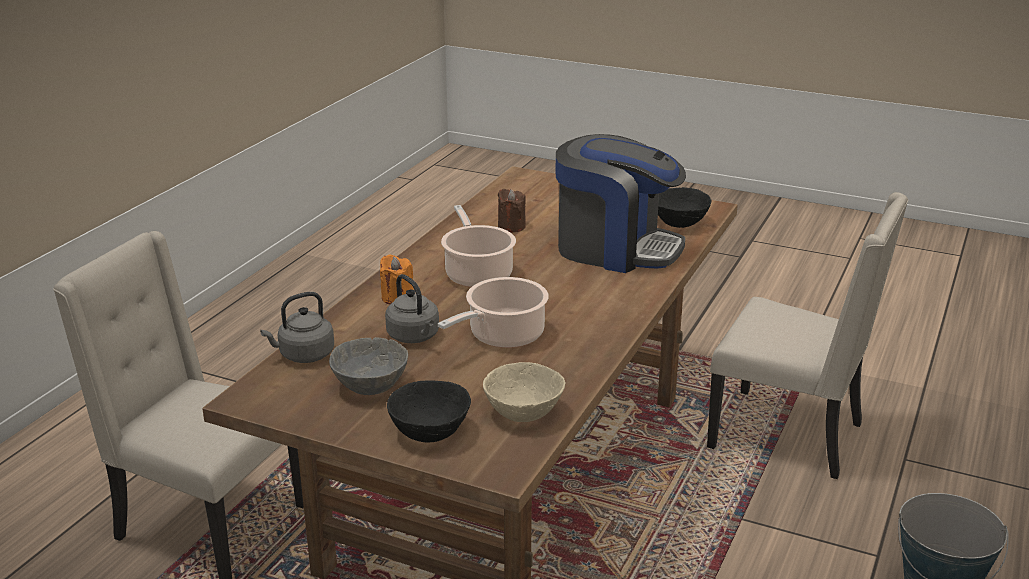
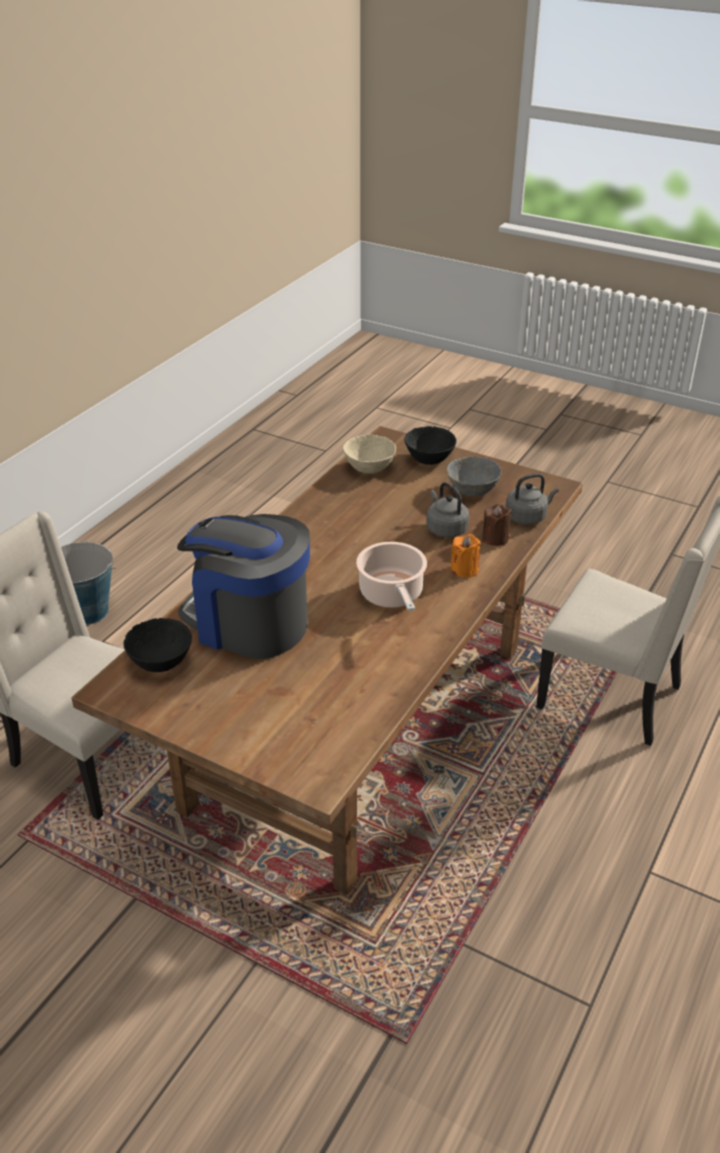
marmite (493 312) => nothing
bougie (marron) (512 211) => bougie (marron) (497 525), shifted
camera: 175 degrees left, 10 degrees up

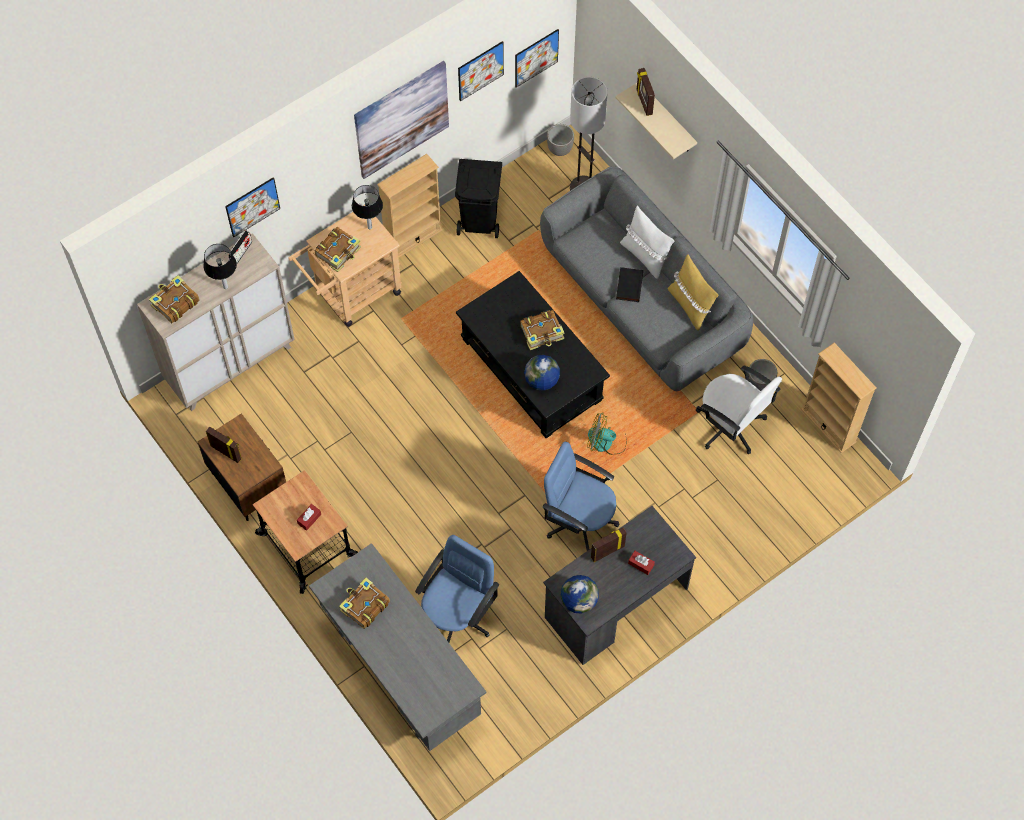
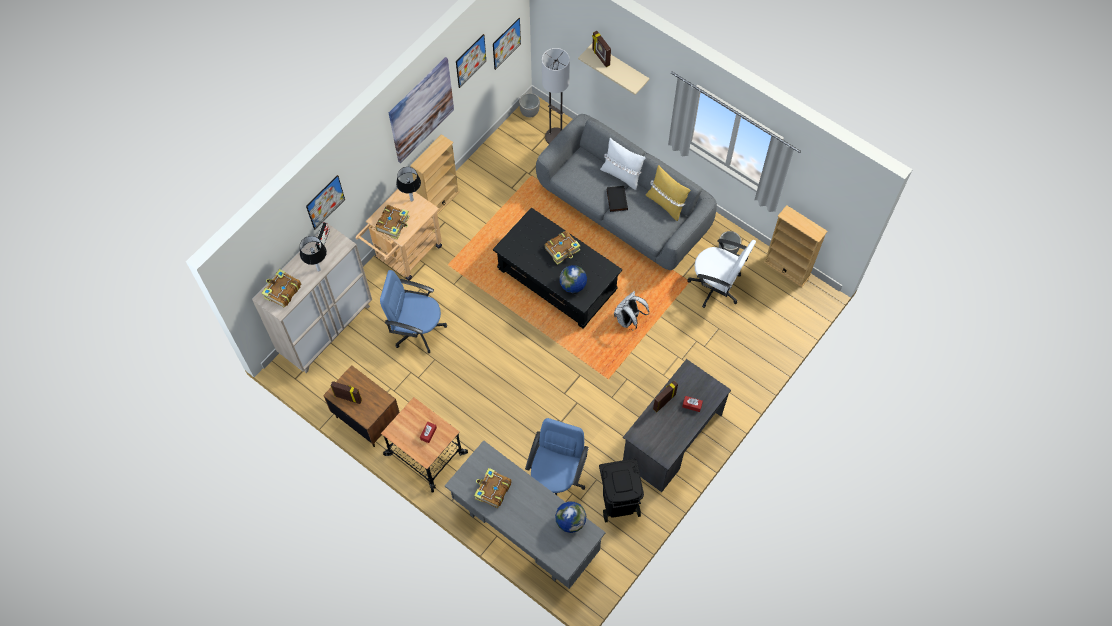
poubelle (noir) (478 198) => poubelle (noir) (621 491), shifted
chaise de bureau (bleu) (581 496) => chaise de bureau (bleu) (413 311), shifted
globe (580 594) => globe (570 517), shifted
ventilateur (606 434) => sac à dos (blanc) (631 310)
camera: 15 degrees left, 0 degrees up

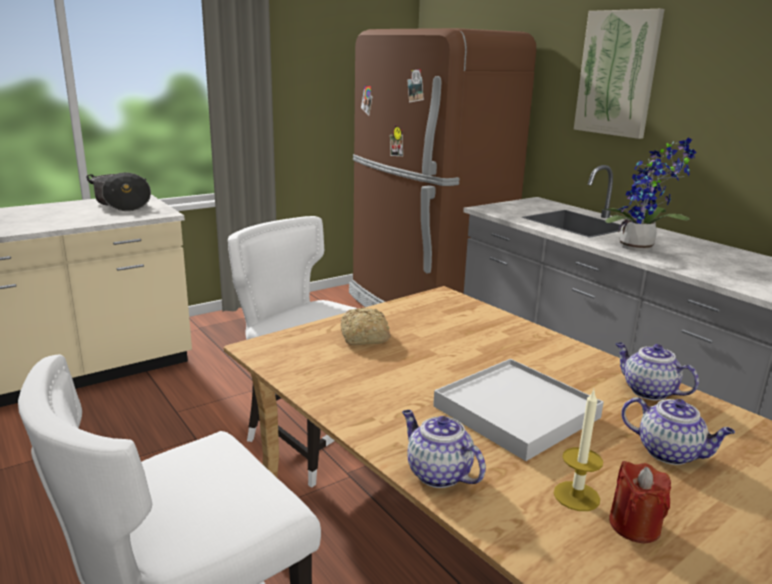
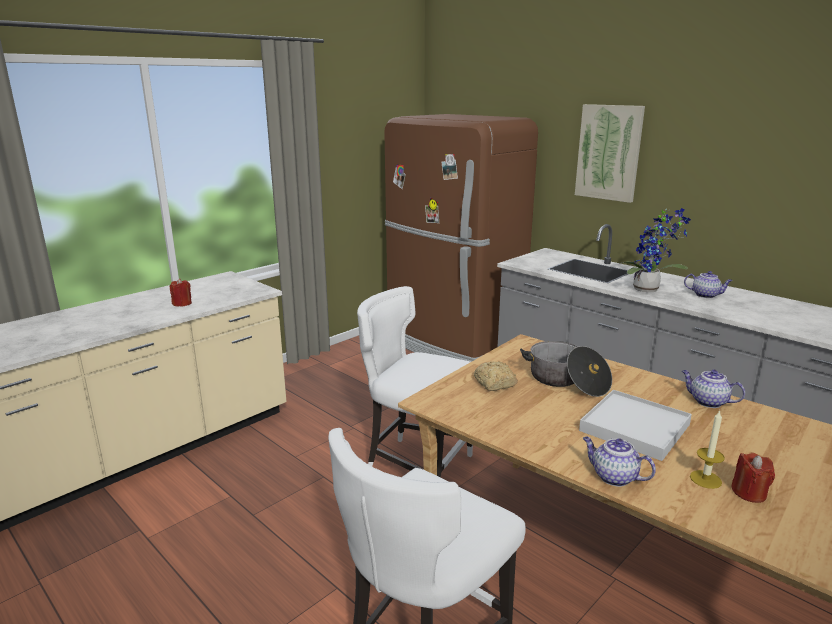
nothing => bougie (rouge) (181 293)
marmite (118 191) => marmite (566 369), shifted
théière (678 431) => théière (708 284), shifted
camera: 10 degrees left, 0 degrees up

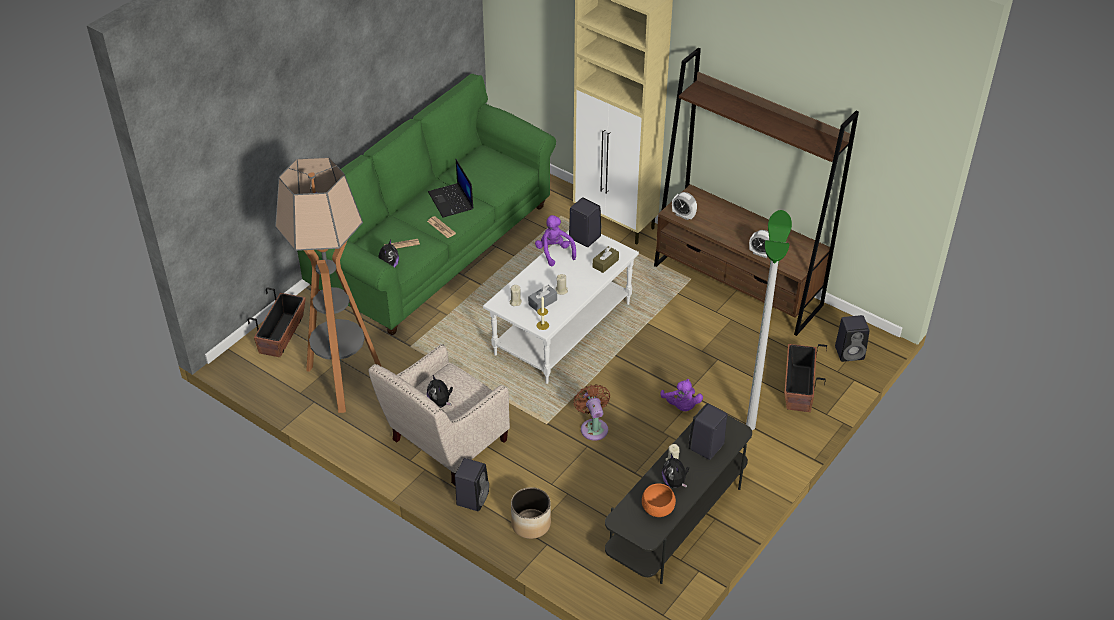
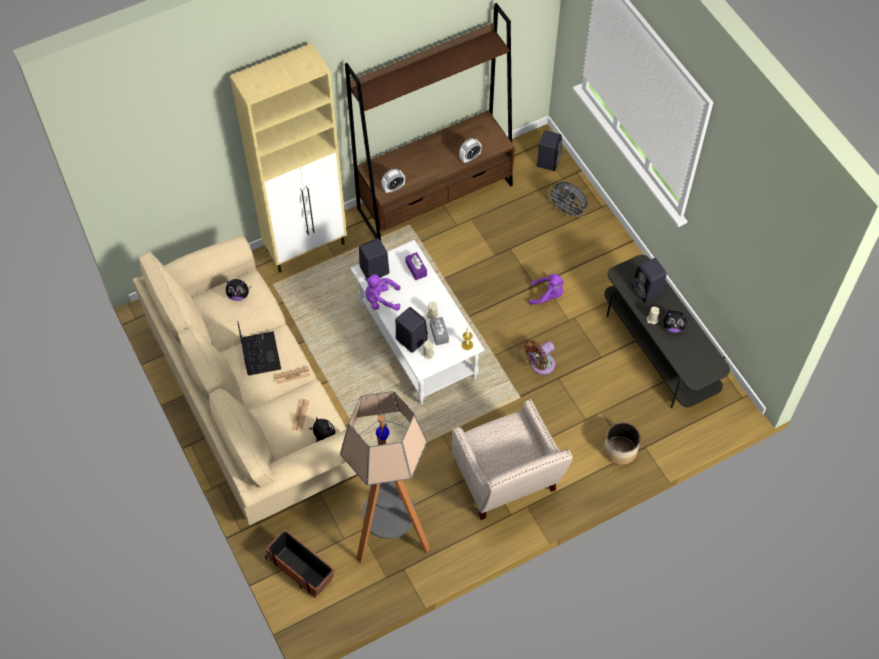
bol (orange) (659 500) => nothing
lampadaire (769 320) => nothing
peluche (440 391) => peluche (238 290), shifted
enceinte (noir) (472 484) => enceinte (noir) (411 330), shifted
cache-pot (805 378) => ventilateur (gris) (568 199)
canapé (vert) (426 204) => canapé (beige) (244 380)
boîte à mouchoirs (marron) (606 259) => boîte à mouchoirs (violet) (416 266)
ordinateur portable (450 188) => ordinateur portable (259 348), 105 degrees counterclockwise
ventilateur (marron) (591 412) => ventilateur (marron) (539 357), 45 degrees counterclockwise
camera: 65 degrees left, 15 degrees up

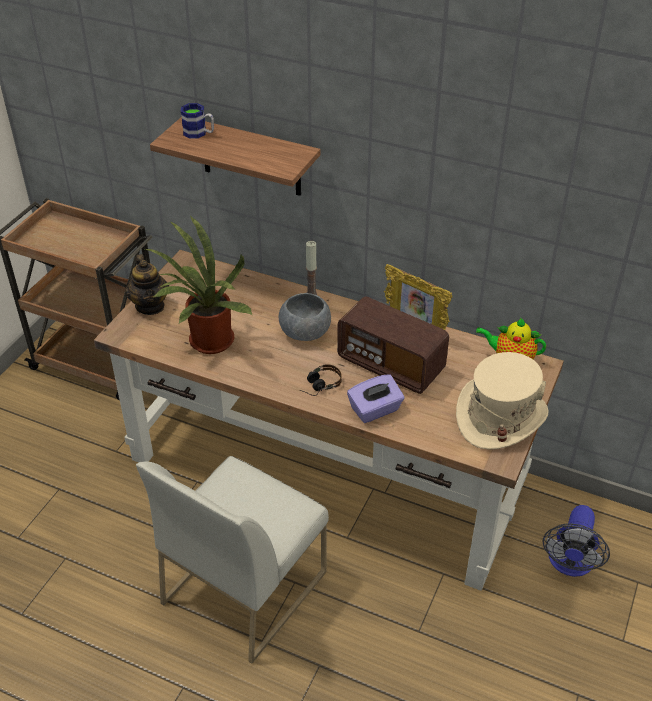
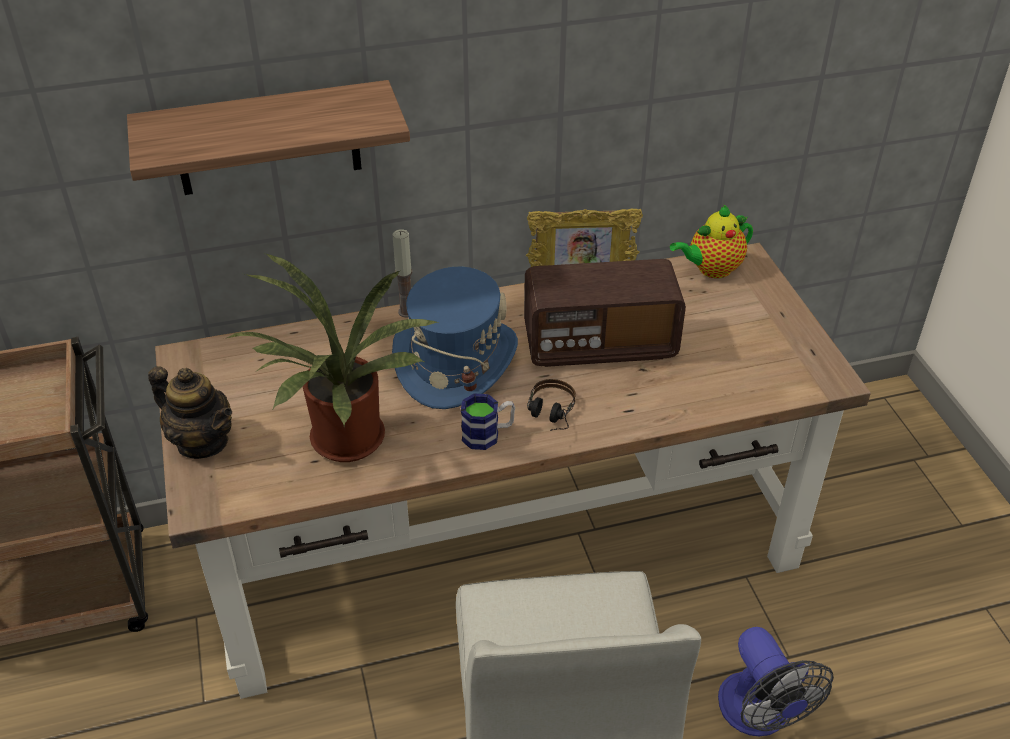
boîte à mouchoirs (violet) (376 398) => nothing
chapeau (beige) (502 401) => nothing
mug (197 120) => mug (488 421), shifted
ventilateur (576 541) => ventilateur (776 681), shifted
bol (gris) (305 317) => chapeau (bleu) (455 338)
camera: 40 degrees left, 0 degrees up

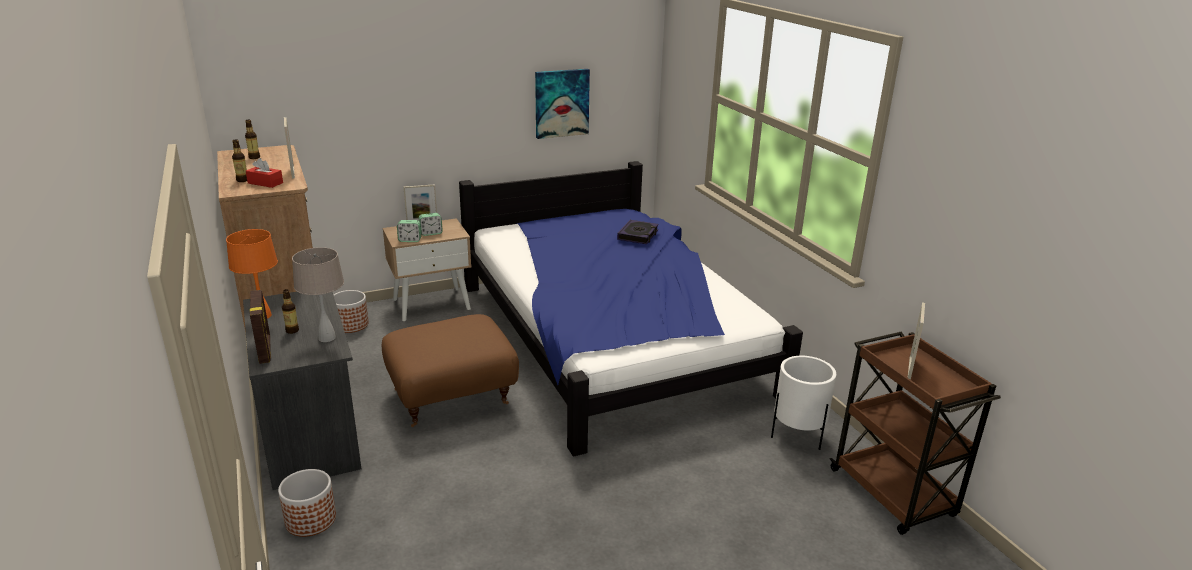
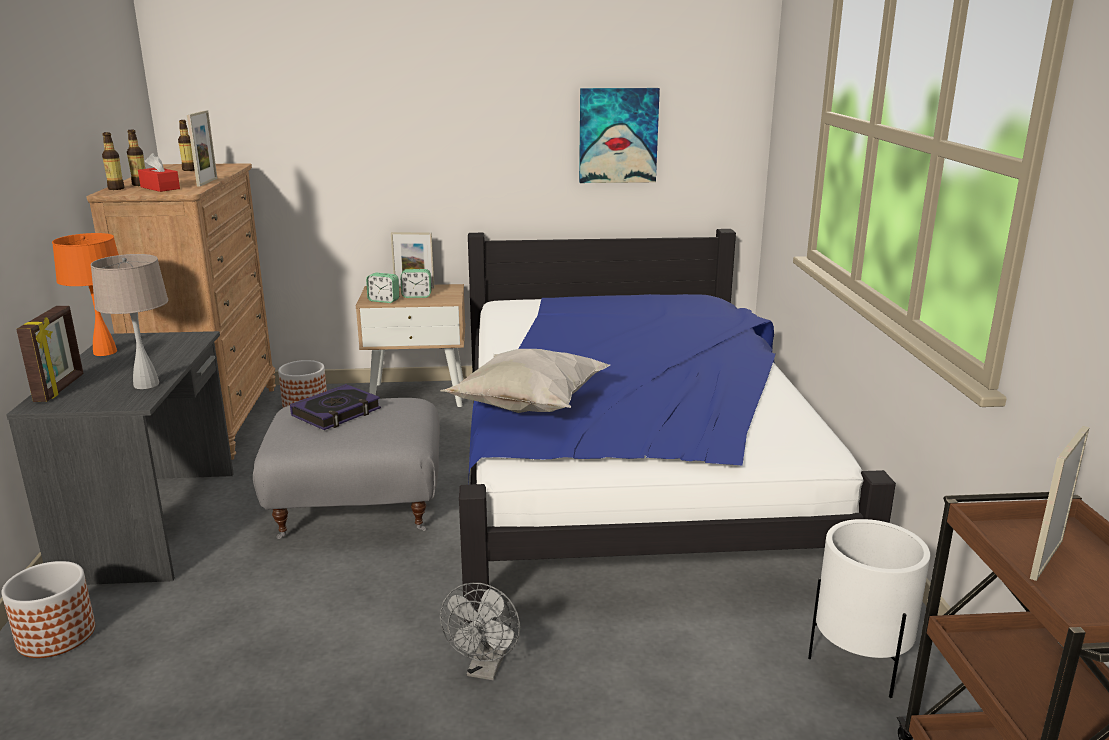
nothing => coussin (blanc) (525 381)
nothing => ventilateur (gris) (480 631)
bouteille (290 311) => bouteille (113 161), shifted
livre (638 232) => livre (335 407), shifted
pouf (marron) (450 370) => pouf (gris) (346 468)
camera: 20 degrees right, 5 degrees down

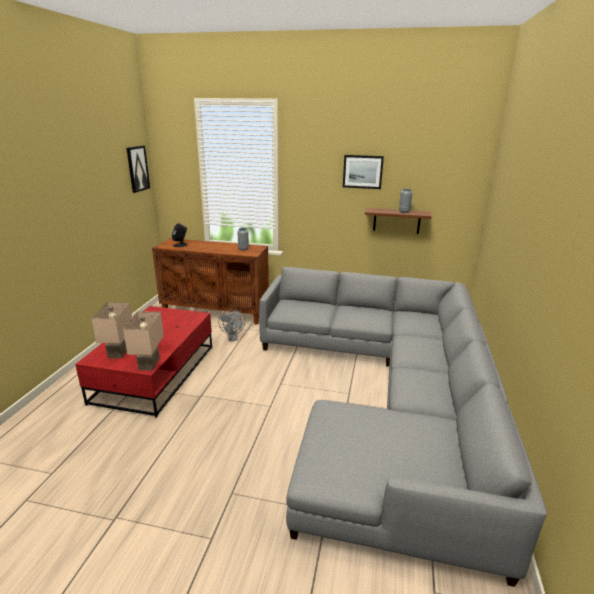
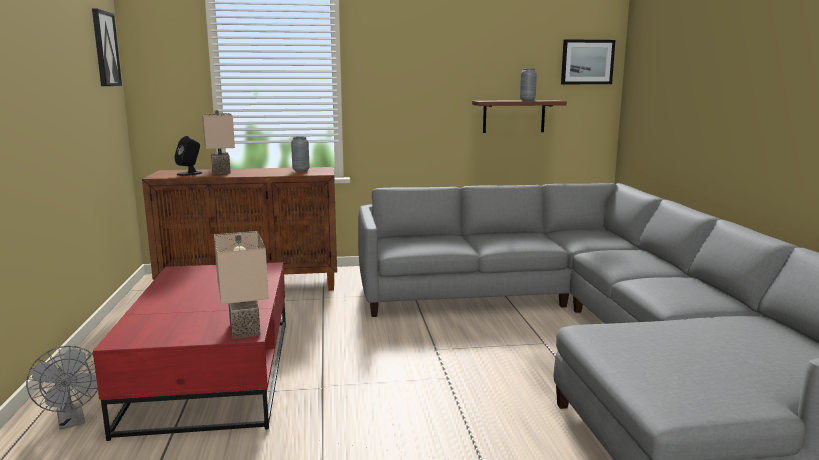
lampe de table (beige) (111 330) => lampe de table (beige) (218 142), shifted
ventilateur (gris) (232 325) => ventilateur (gris) (62 388), shifted
tableau (363 172) => tableau (588 61), shifted
camera: 20 degrees left, 10 degrees down

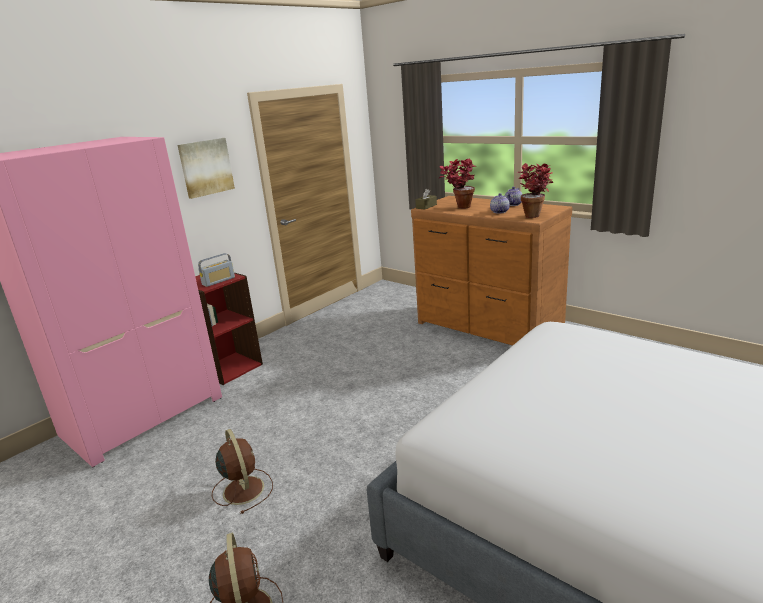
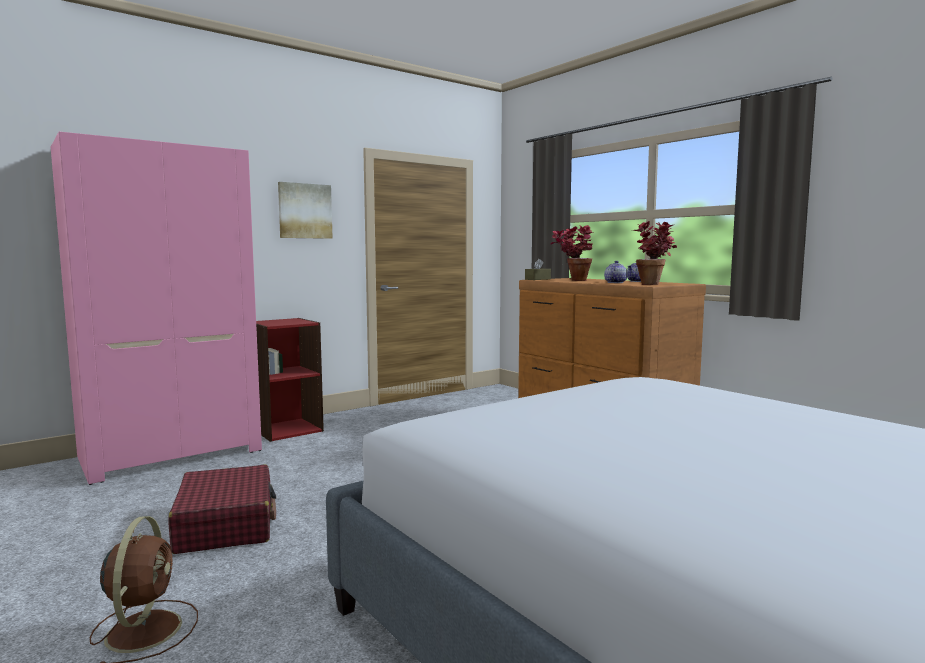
radio (216 270) => nothing
ventilateur (marron) (242 471) => valise (rouge) (222 509)
camera: 10 degrees right, 15 degrees down

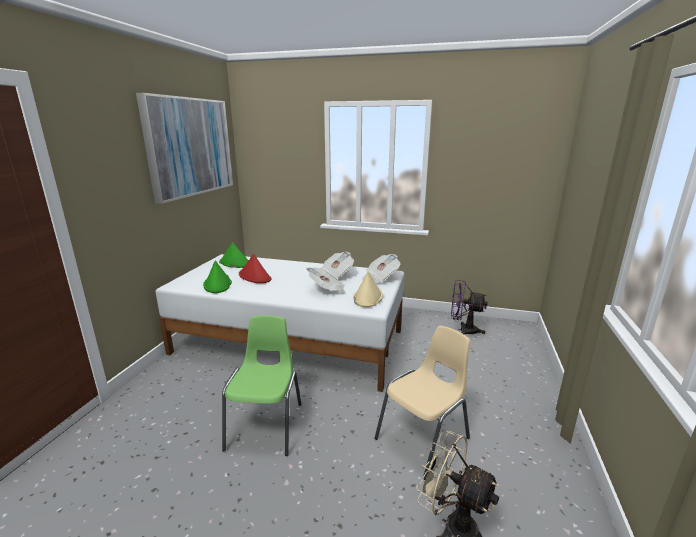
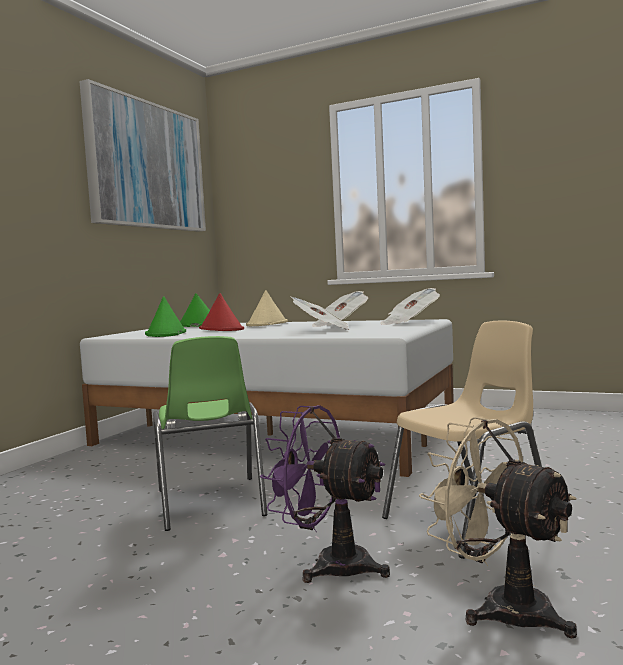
chapeau (beige) (368 289) => chapeau (beige) (267 308), shifted
ventilateur (violet) (469 307) => ventilateur (violet) (325 494), shifted
chaise (vert) (261 385) => chaise (vert) (210 433), 150 degrees clockwise
camera: 10 degrees right, 15 degrees down

